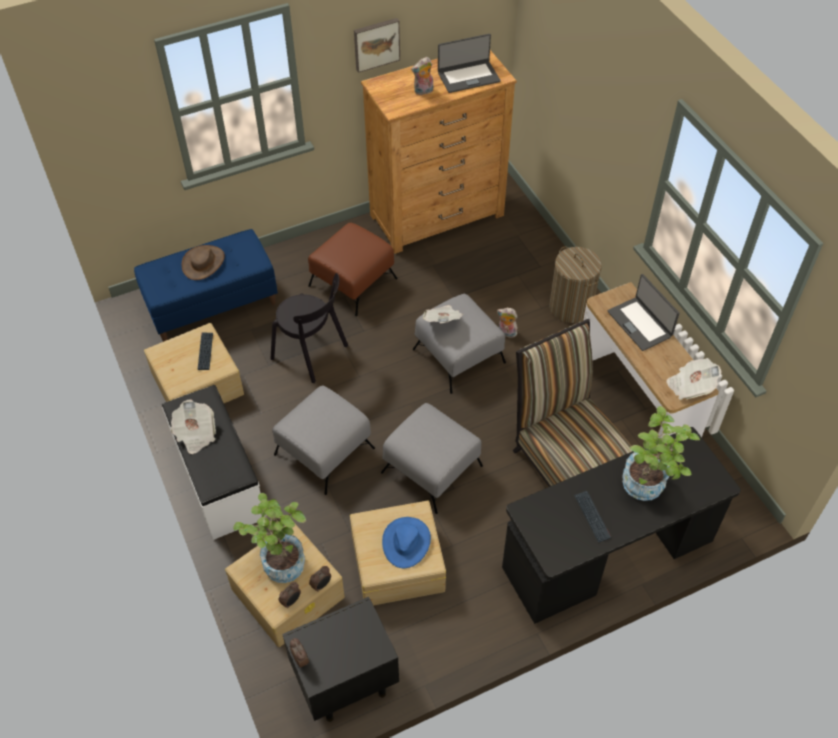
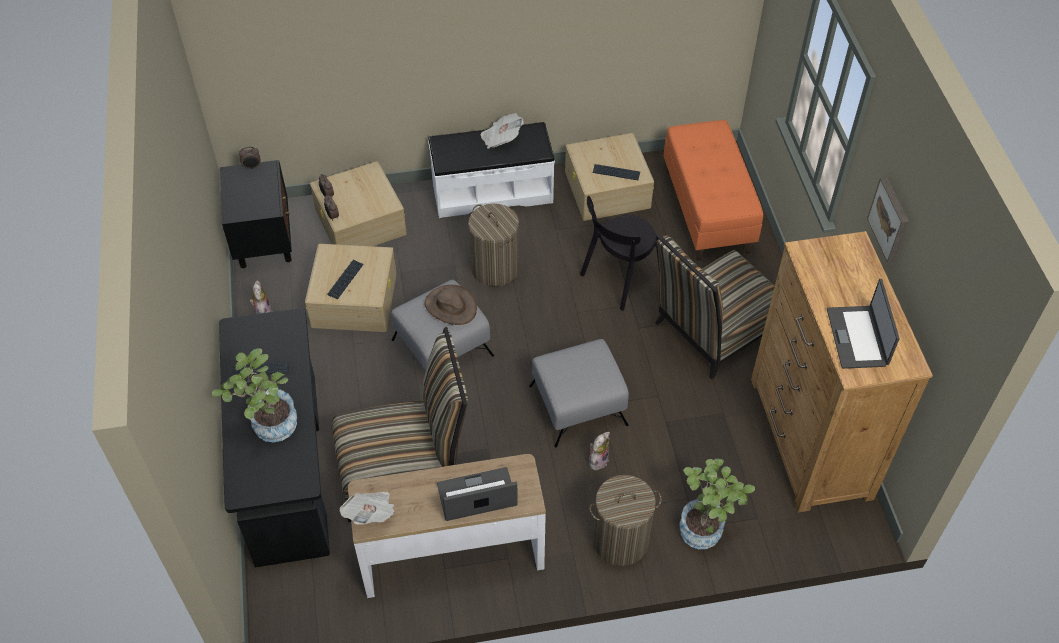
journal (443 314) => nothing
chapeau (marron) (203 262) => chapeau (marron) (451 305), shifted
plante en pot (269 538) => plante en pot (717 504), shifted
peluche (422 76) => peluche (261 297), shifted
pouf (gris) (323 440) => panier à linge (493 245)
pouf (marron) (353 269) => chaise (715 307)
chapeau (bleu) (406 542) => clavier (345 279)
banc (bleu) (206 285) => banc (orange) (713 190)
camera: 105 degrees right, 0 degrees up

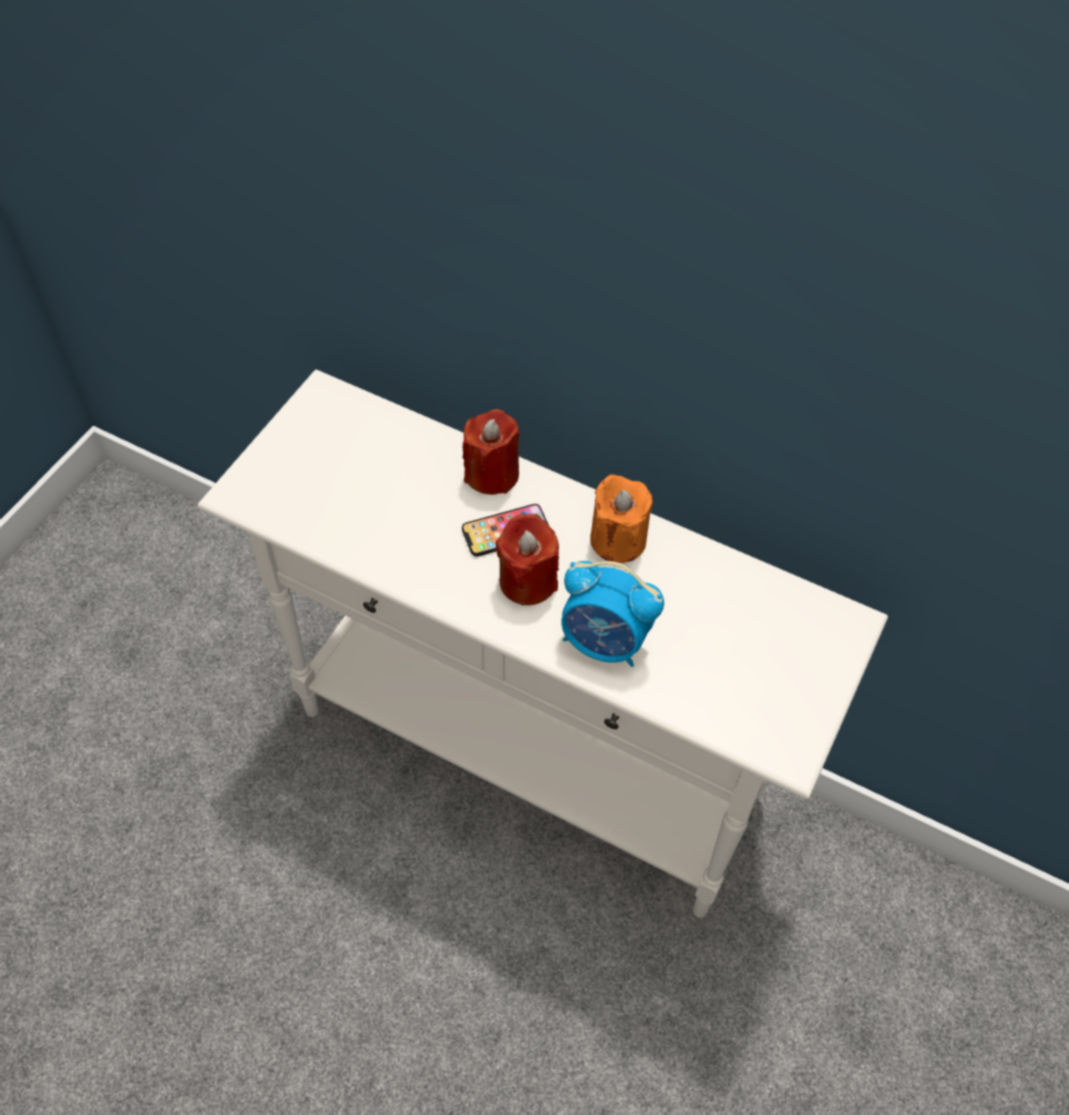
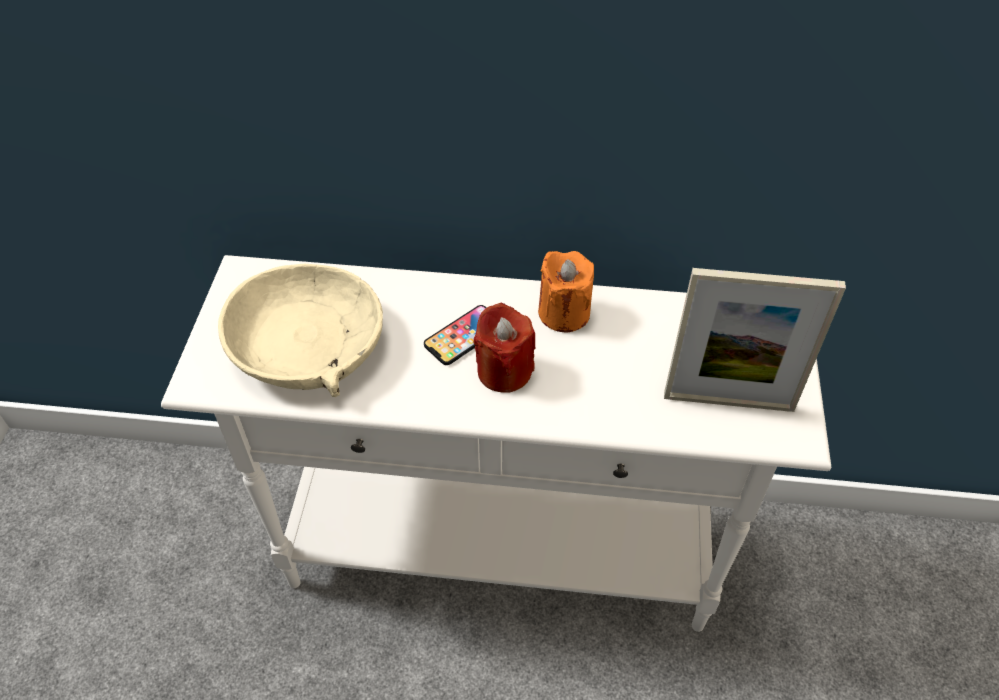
bougie (rouge) (491 452) => nothing
réveil (612 614) => nothing
nothing => bol (beige) (300 330)
nothing => cadre photo (755 340)
camera: 20 degrees left, 5 degrees down

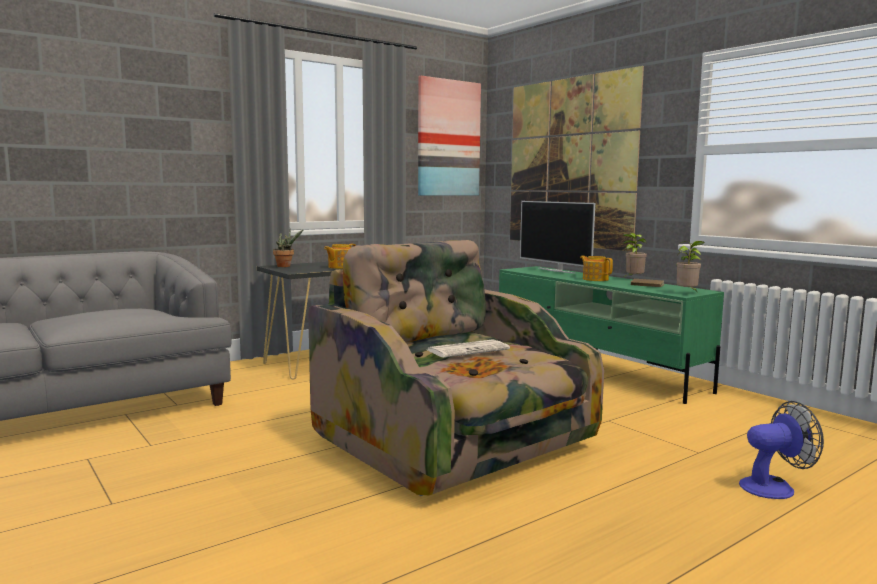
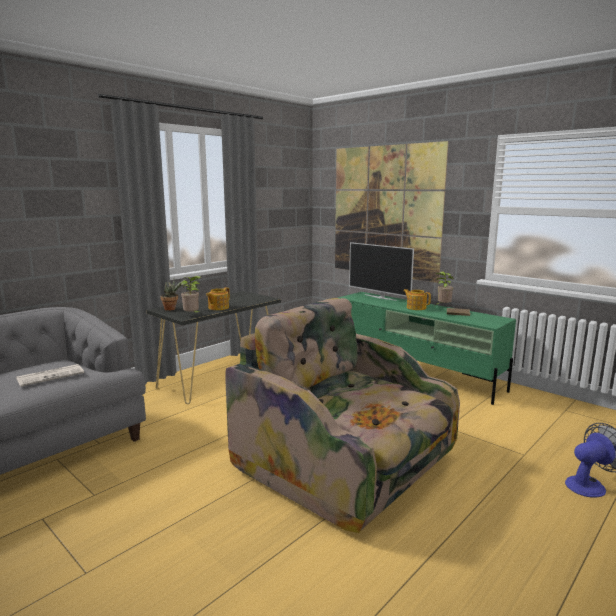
tableau (449 135) => nothing
journal (469 348) => journal (50 375), shifted
plante en pot (690 266) => plante en pot (191 295), shifted
camera: 10 degrees left, 5 degrees up

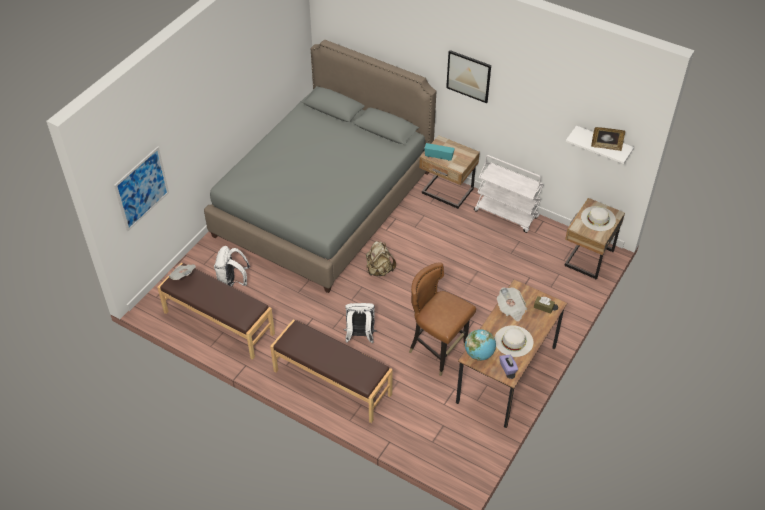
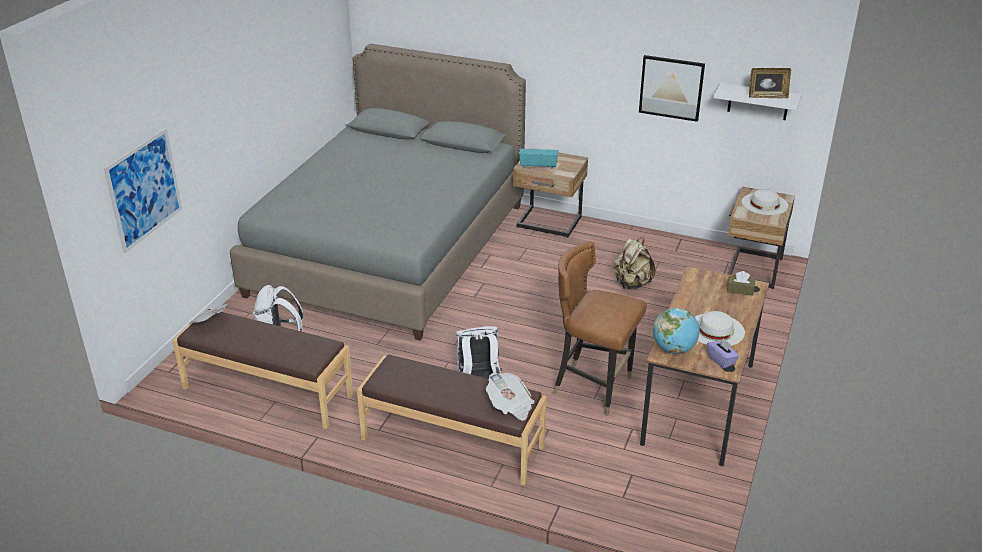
chariot (blanc) (509 194) => nothing
sac à dos (beige) (381 258) => sac à dos (beige) (634 263), shifted
tableau (468 76) => tableau (672 88), shifted
journal (512 304) => journal (510 396), shifted
camera: 10 degrees left, 15 degrees down

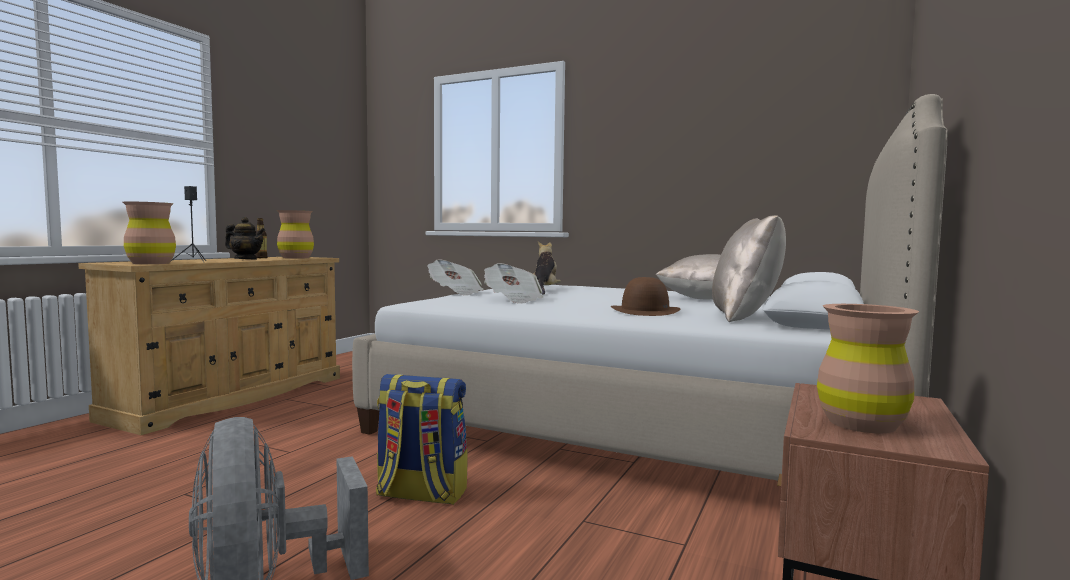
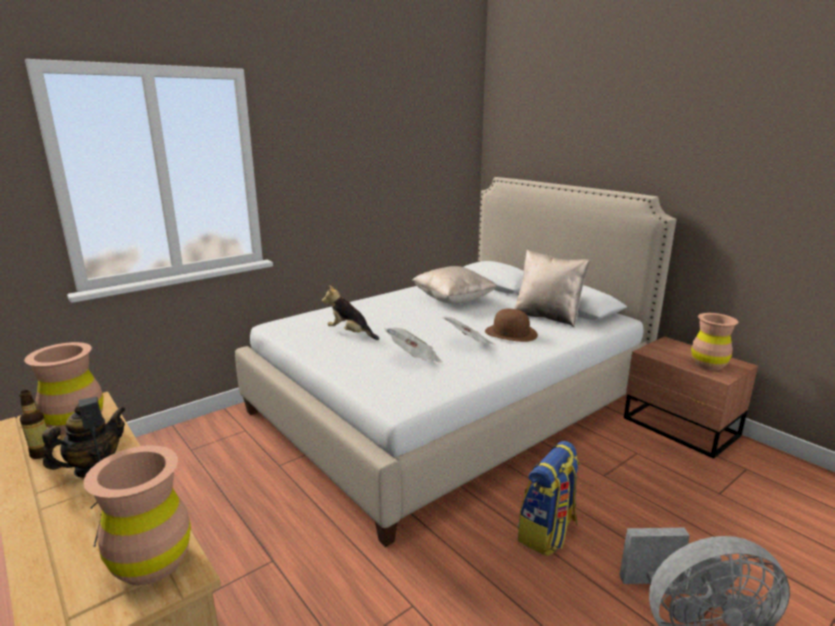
journal (456 277) => journal (468 331), shifted
camera: 65 degrees left, 15 degrees up

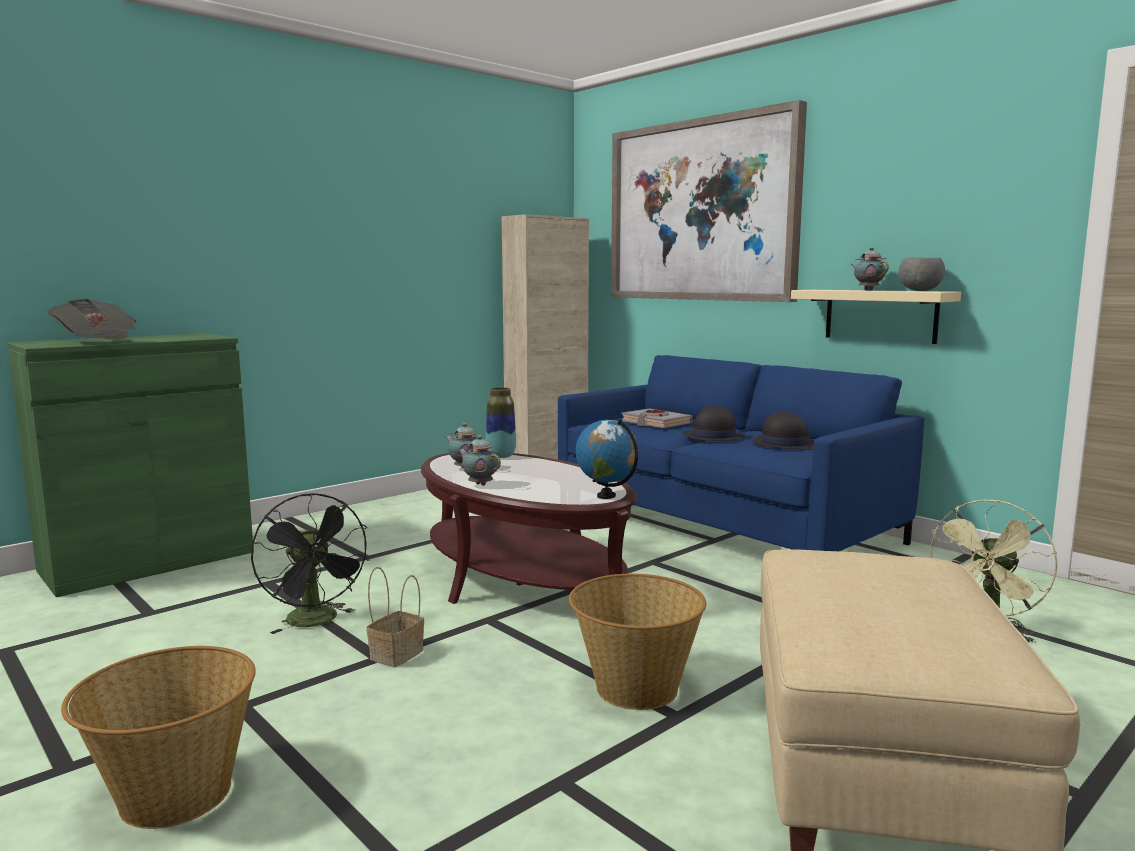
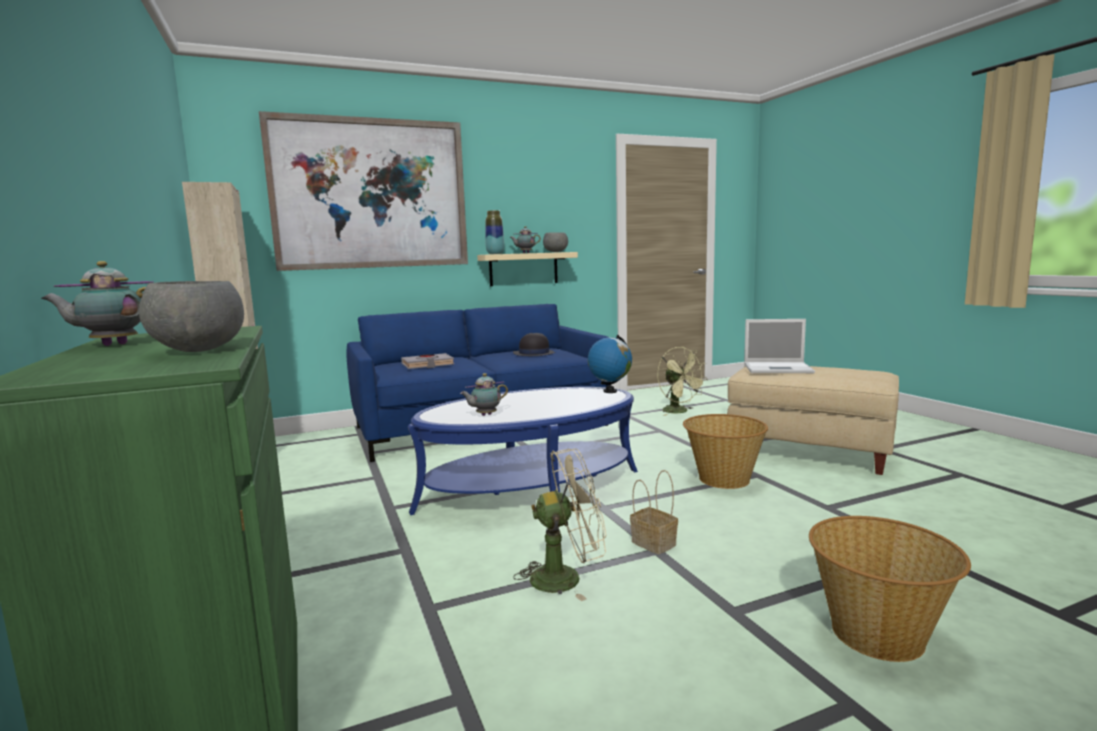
chapeau (noir) (713 423) => nothing
nothing => ordinateur portable (779 346)
théière (480 460) => théière (97 303), shifted
vase (501 422) => vase (494 232), shifted
journal (92 319) => bol (gris) (191 316)
ventilateur (noir) (310 563) => ventilateur (beige) (560 524)
table basse (marron) (529 528) => table basse (bleu) (523 451)
camera: 70 degrees left, 0 degrees up

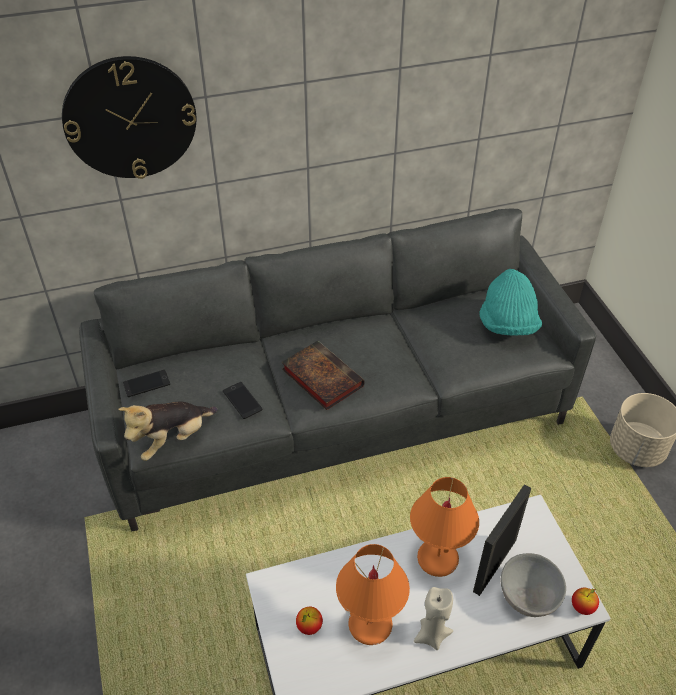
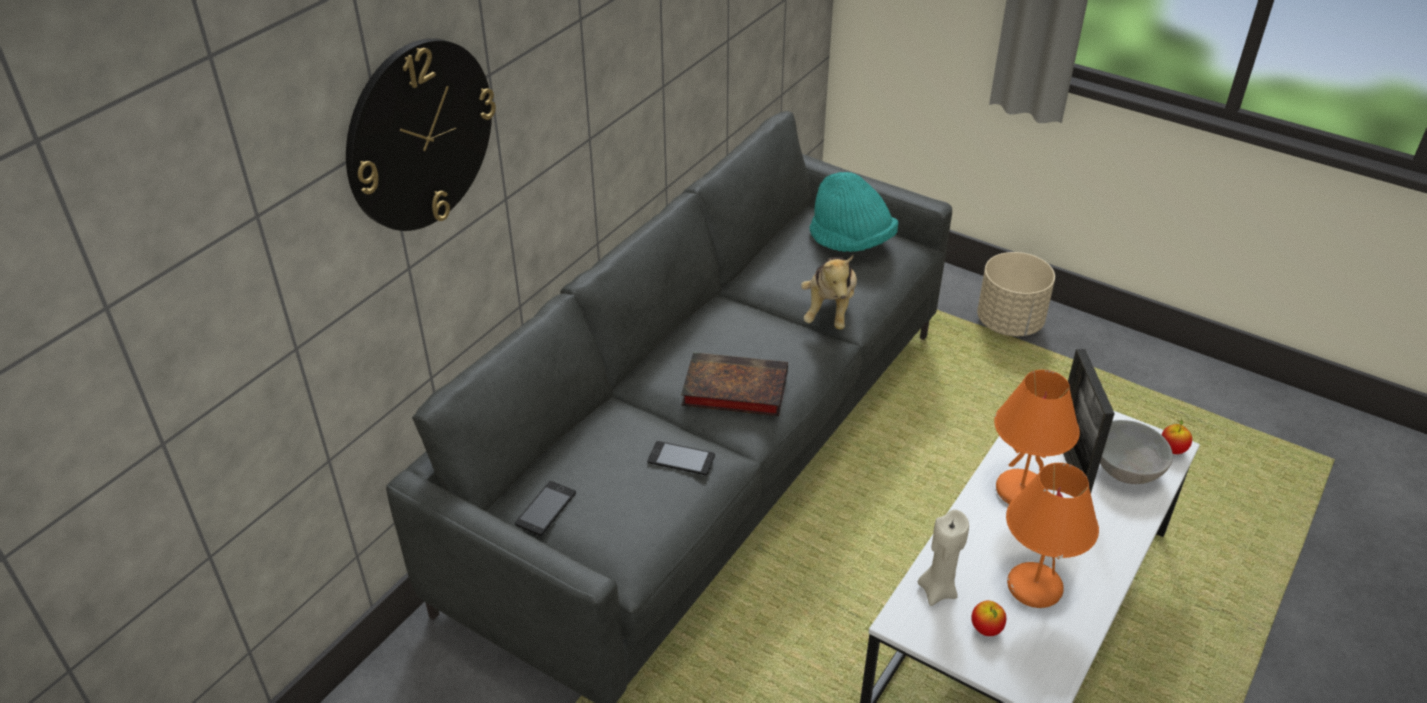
peluche (168 431) => peluche (829 292), shifted
bougie (beige) (433 618) => bougie (beige) (943 557), shifted
camera: 40 degrees left, 5 degrees down

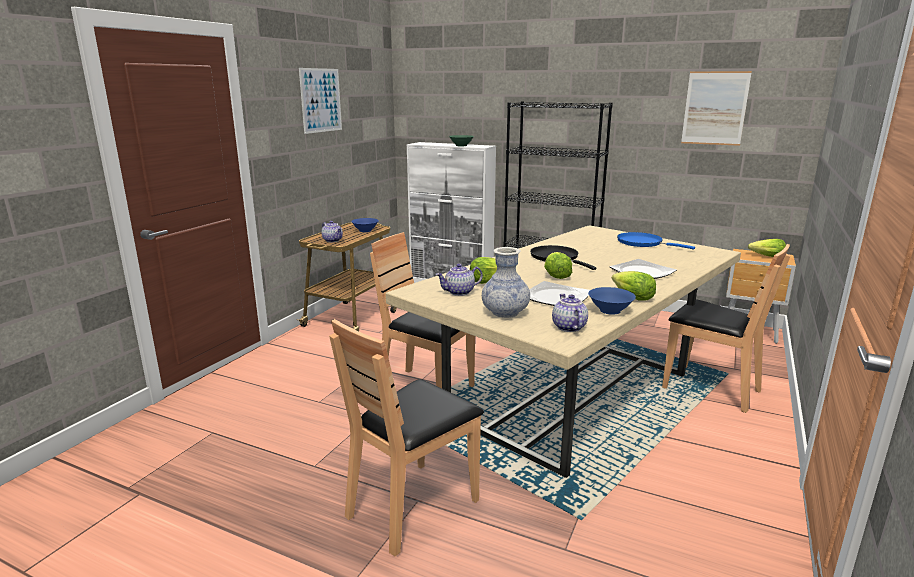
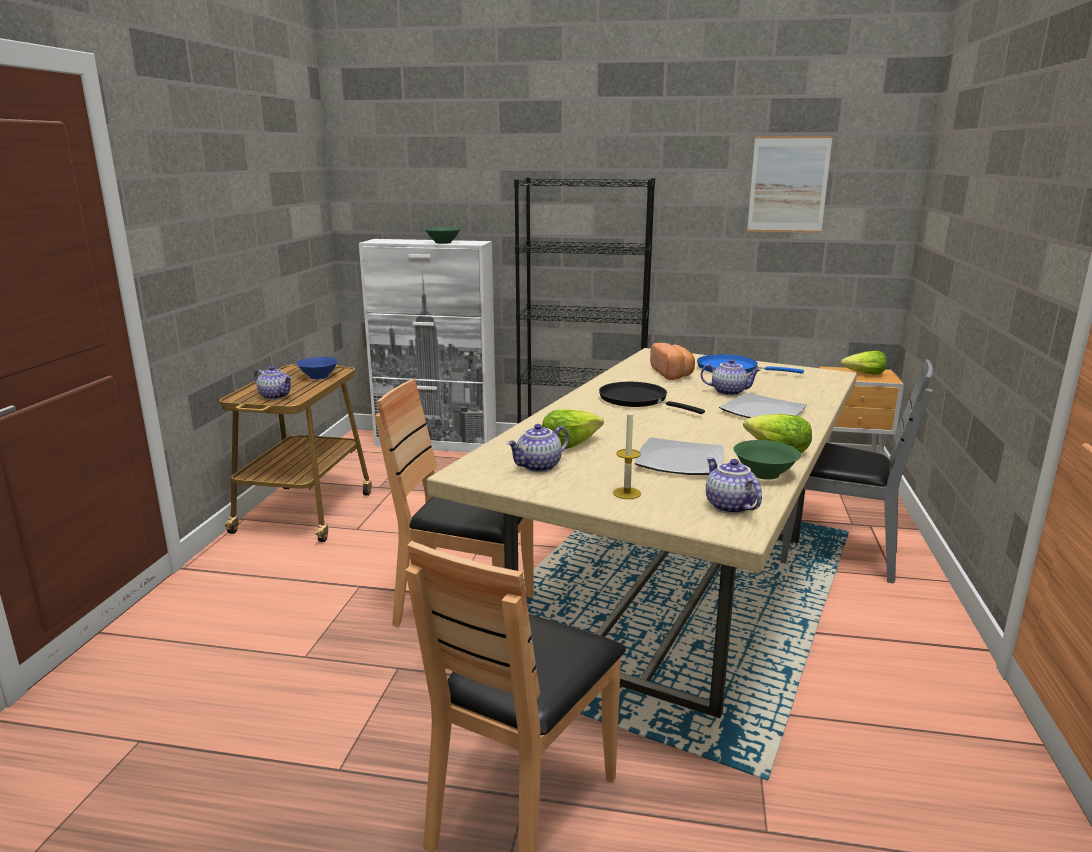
tableau (320 101) => nothing
laitue (558 265) => nothing
nothing => pain (672 361)
nothing => théière (731 377)
vase (506 282) => bougie (627 453)
bol (bleu) (612 301) => bol (vert) (767 460)
chaise (marron) (726 328) => chaise (gris) (856 471)
camera: 15 degrees left, 0 degrees up

